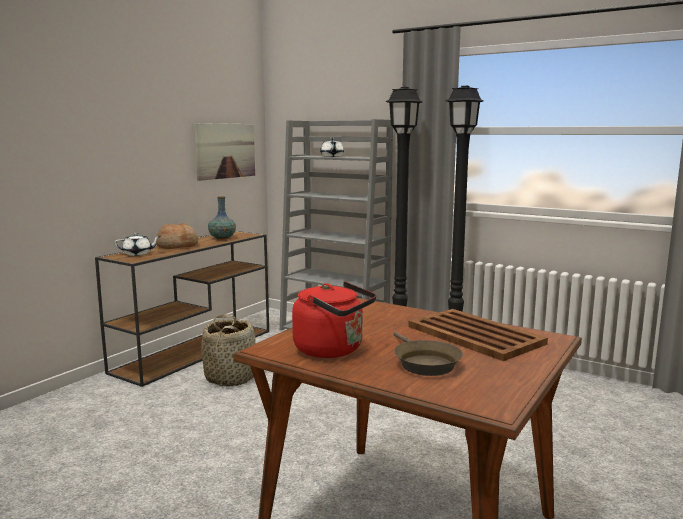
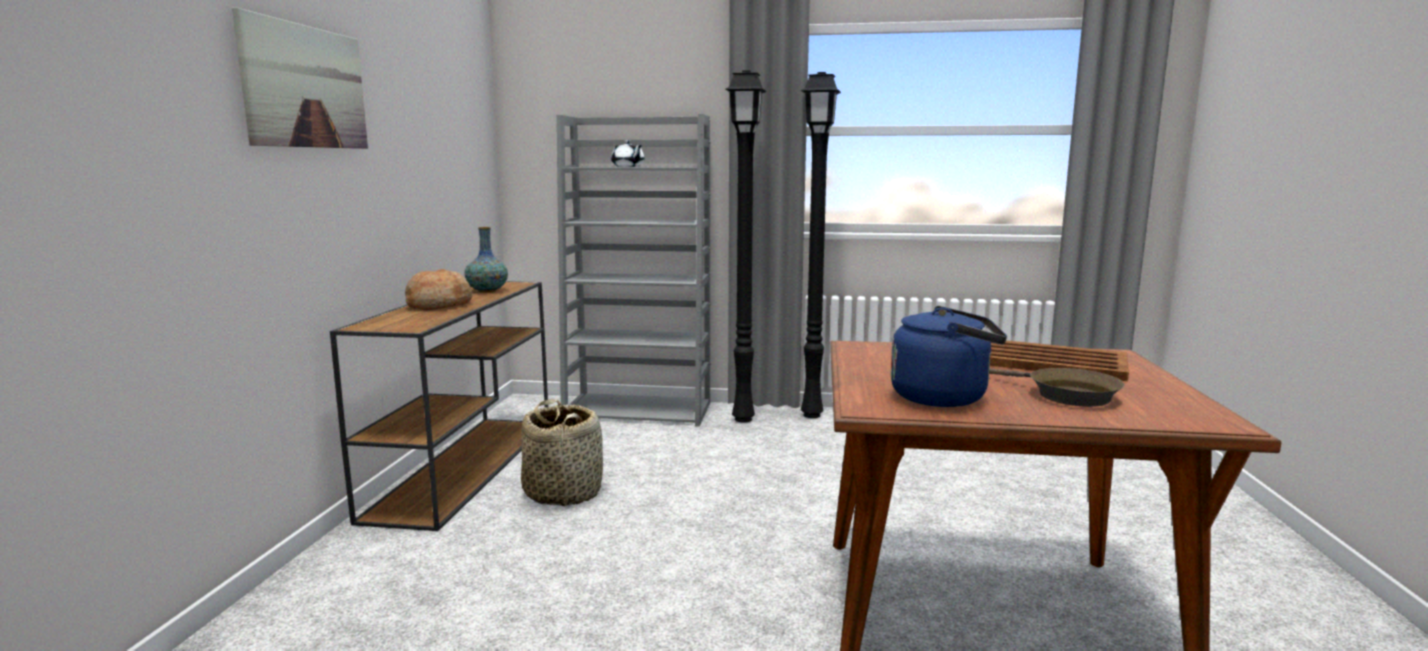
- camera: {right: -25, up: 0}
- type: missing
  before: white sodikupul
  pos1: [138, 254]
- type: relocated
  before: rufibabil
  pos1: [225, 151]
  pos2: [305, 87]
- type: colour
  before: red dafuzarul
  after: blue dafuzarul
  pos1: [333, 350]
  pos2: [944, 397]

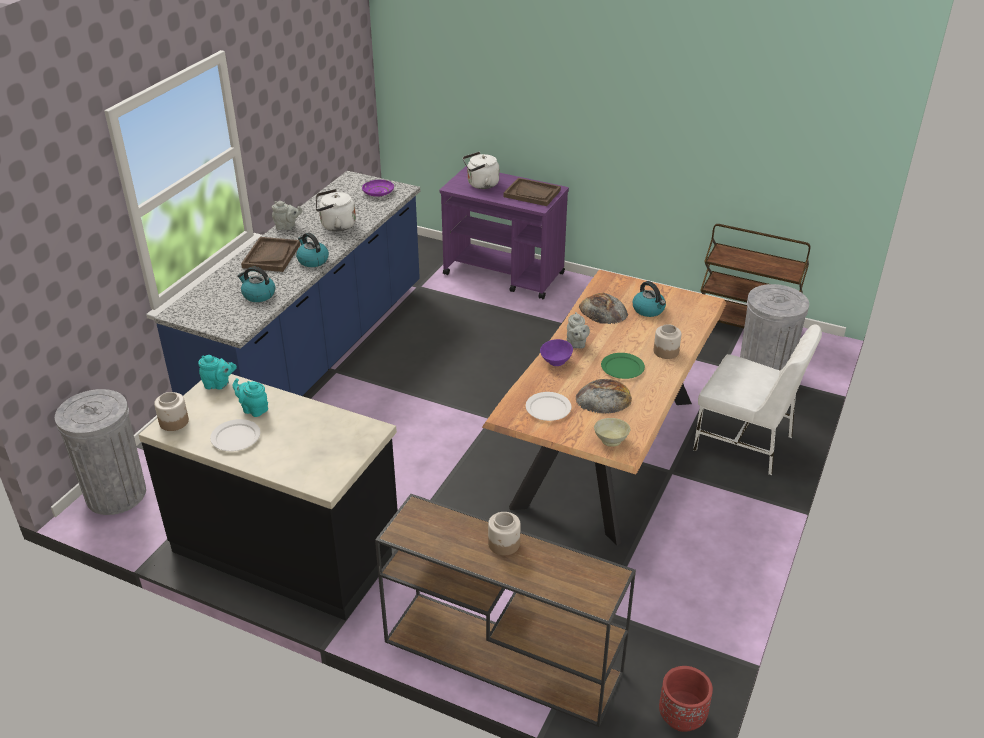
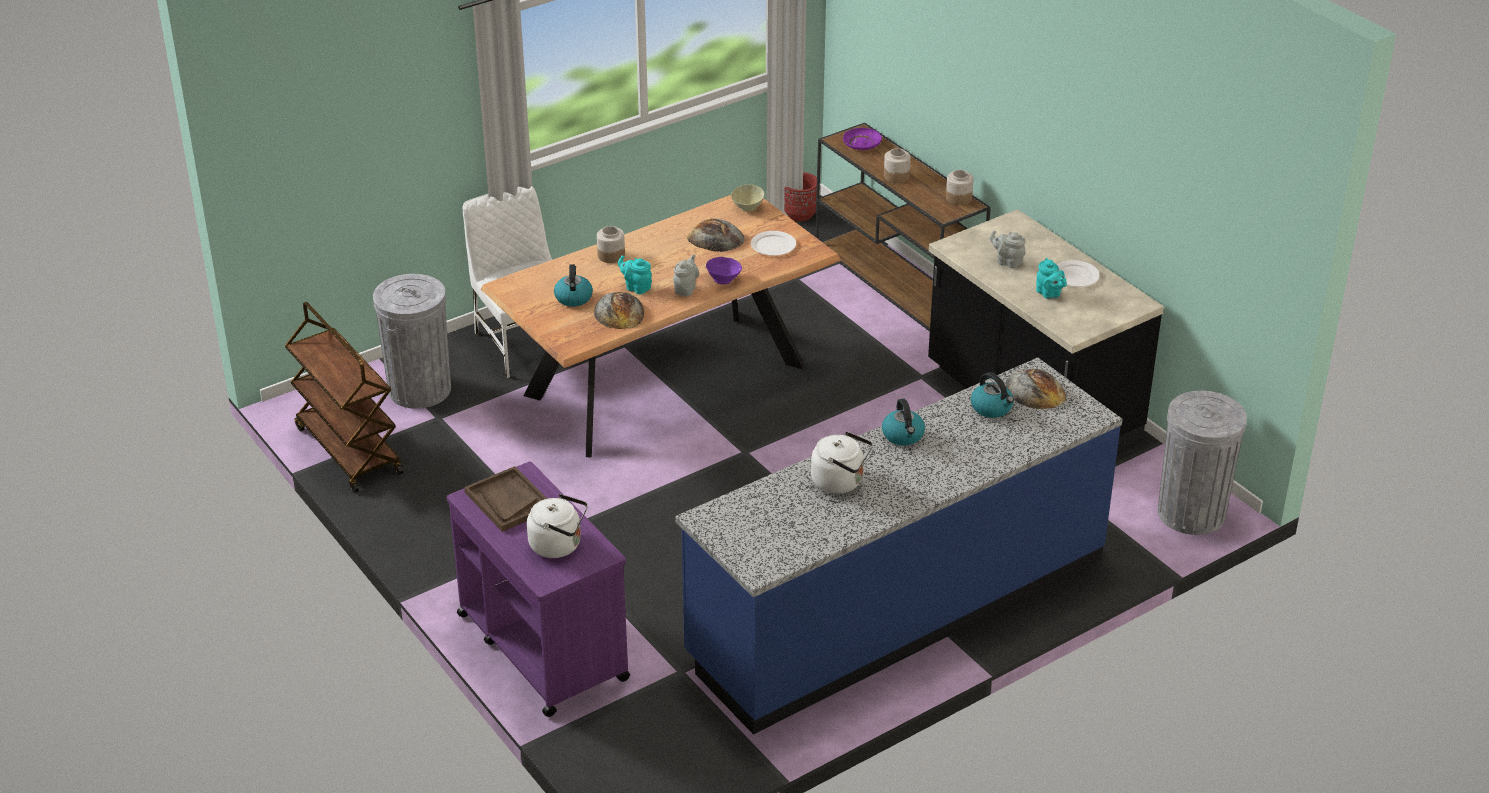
- camera: {right: -150, up: 0}
- type: relocated
  before: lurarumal
  pos1: [174, 422]
  pos2: [958, 198]
- type: relocated
  before: turquoise sodikupul
  pos1: [219, 385]
  pos2: [636, 287]
- type: missing
  before: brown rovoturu
  pos1: [271, 256]
- type: relocated
  before: grey sodikupul
  pos1: [287, 227]
  pos2: [1007, 262]
- type: relocated
  before: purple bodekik
  pos1: [378, 192]
  pos2: [862, 144]
- type: missing
  before: green bodekik
  pos1: [622, 367]
- type: appeared
  after: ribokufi
  pos2: [1035, 390]

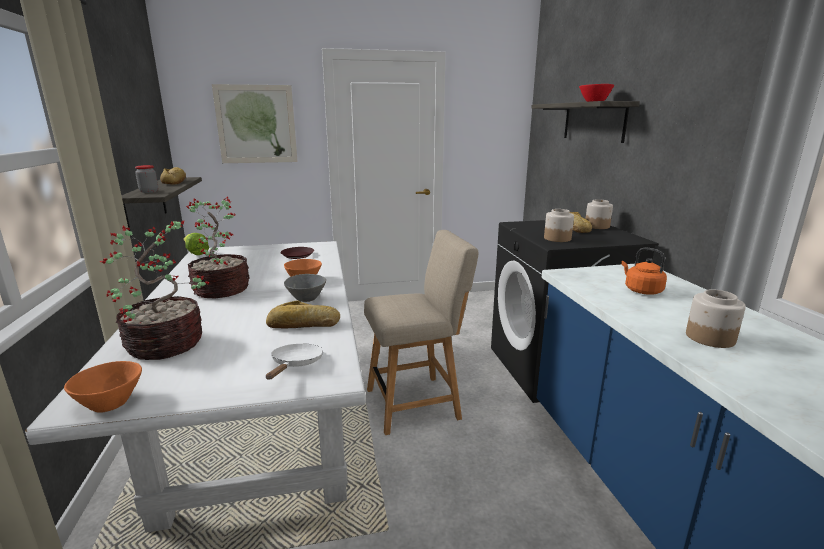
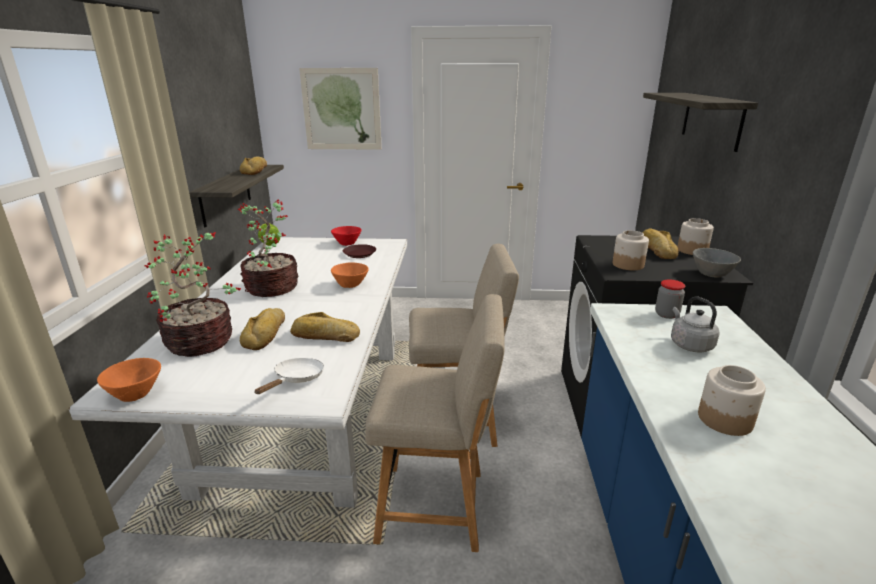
- camera: {right: 15, up: 5}
- type: relocated
  before: lurarumal
  pos1: [149, 191]
  pos2: [666, 314]
- type: relocated
  before: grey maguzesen
  pos1: [305, 299]
  pos2: [711, 274]
- type: relocated
  before: red maguzesen
  pos1: [595, 101]
  pos2: [348, 243]
- type: colour
  before: orange dafuzarul
  after: grey dafuzarul
  pos1: [641, 290]
  pos2: [689, 344]
- type: appeared
  after: ribokufi
  pos2: [267, 333]
- type: appeared
  after: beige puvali
  pos2: [438, 506]

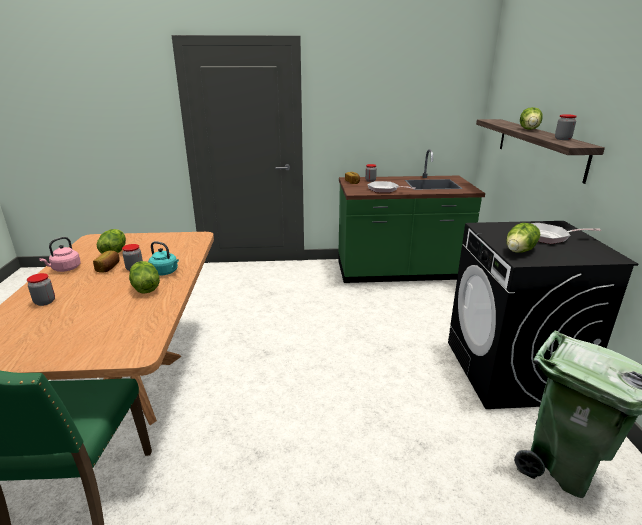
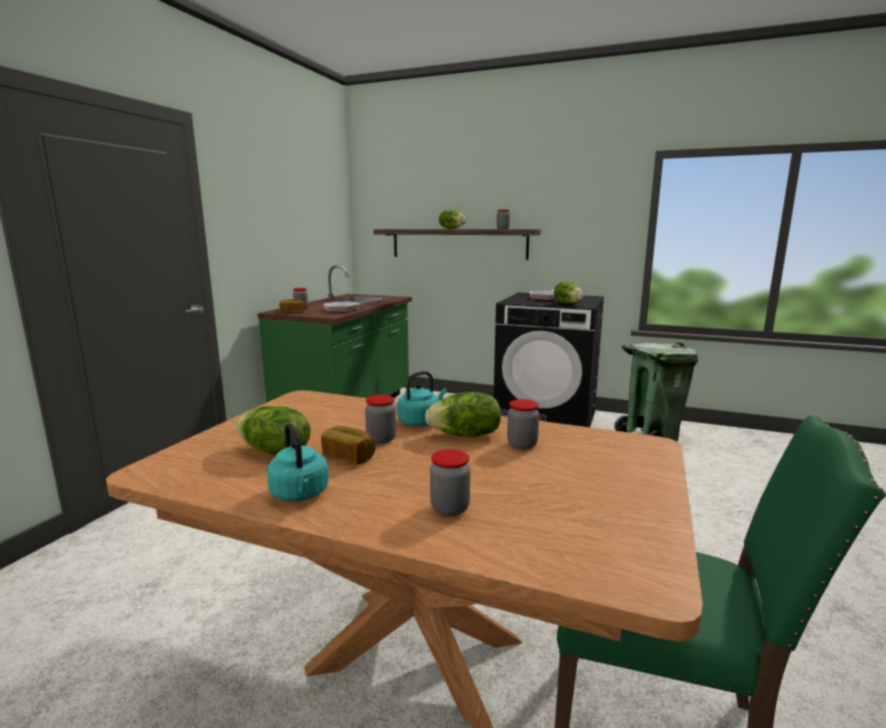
- camera: {right: -65, up: -10}
- type: colour
  before: pink dafuzarul
  after: turquoise dafuzarul
  pos1: [65, 269]
  pos2: [300, 494]
- type: appeared
  after: lurarumal
  pos2: [522, 445]

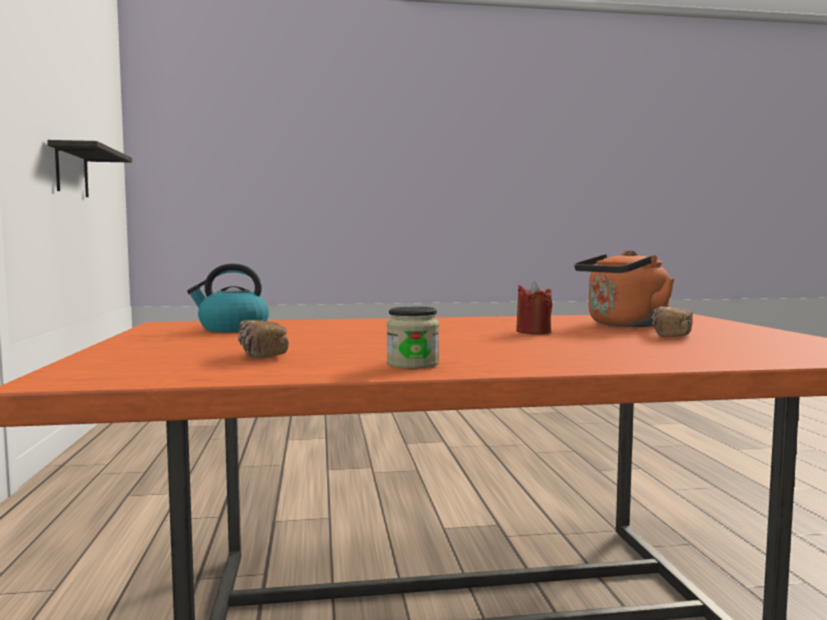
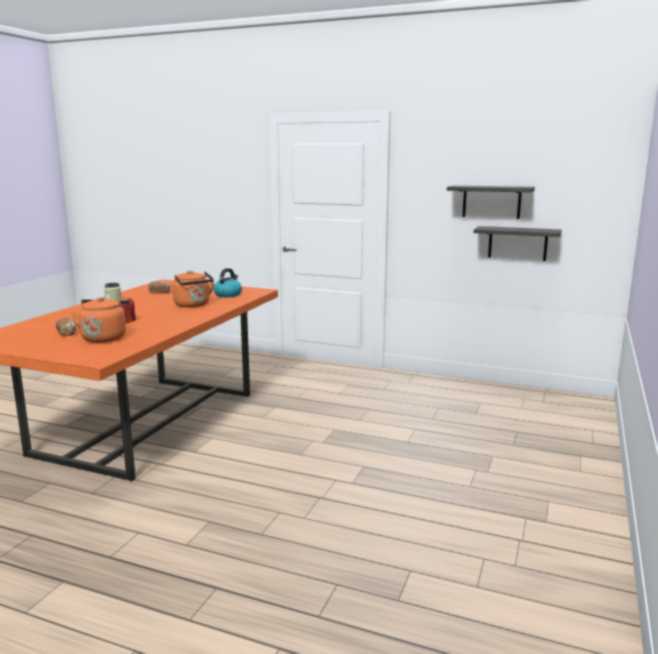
- camera: {right: 120, up: 10}
- type: appeared
  after: orange dafuzarul
  pos2: [193, 305]
- type: appeared
  after: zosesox
  pos2: [517, 243]

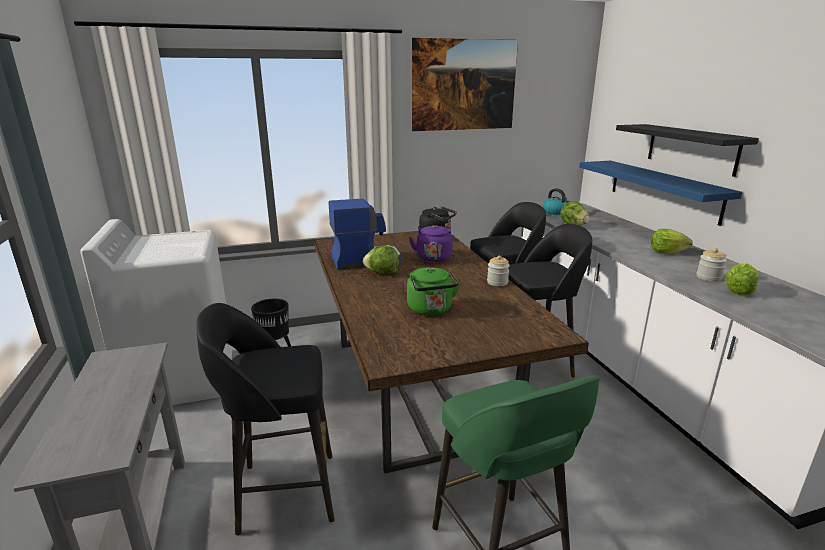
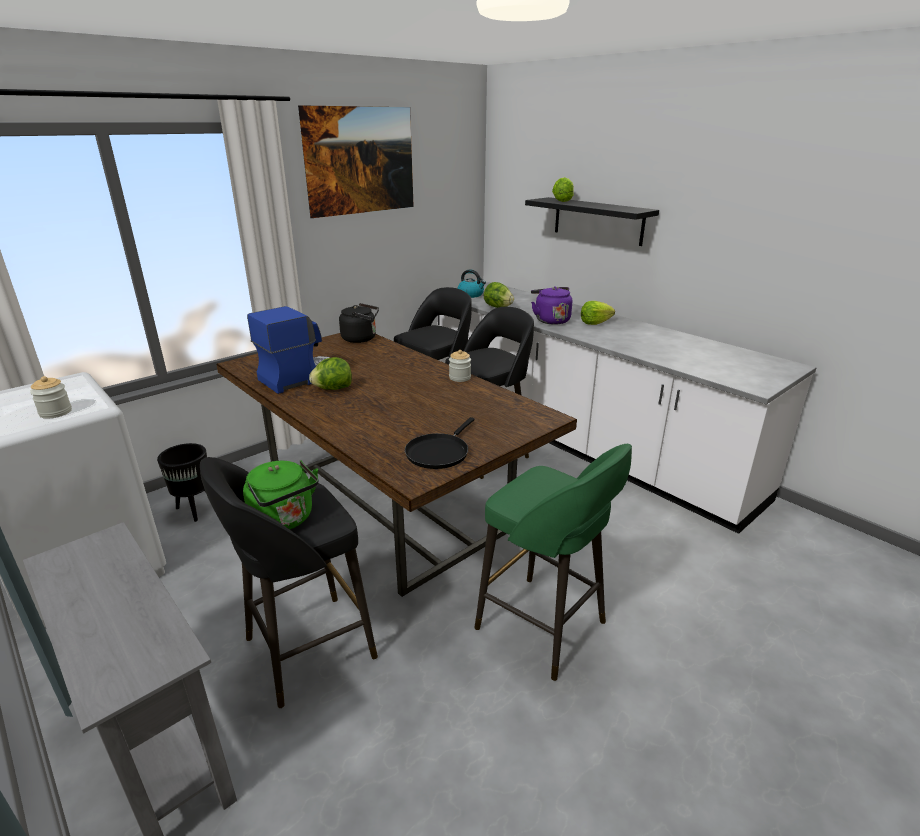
- camera: {right: -25, up: 5}
- type: relocated
  before: green dafuzarul
  pos1: [431, 310]
  pos2: [285, 520]
- type: relocated
  before: purple dafuzarul
  pos1: [433, 257]
  pos2: [550, 320]
- type: missing
  before: blue zosesox
  pos1: [663, 190]
- type: relocated
  before: lurarumal
  pos1: [708, 277]
  pos2: [55, 412]
- type: relocated
  before: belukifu
  pos1: [739, 290]
  pos2: [563, 201]
- type: appeared
  after: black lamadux
  pos2: [439, 452]

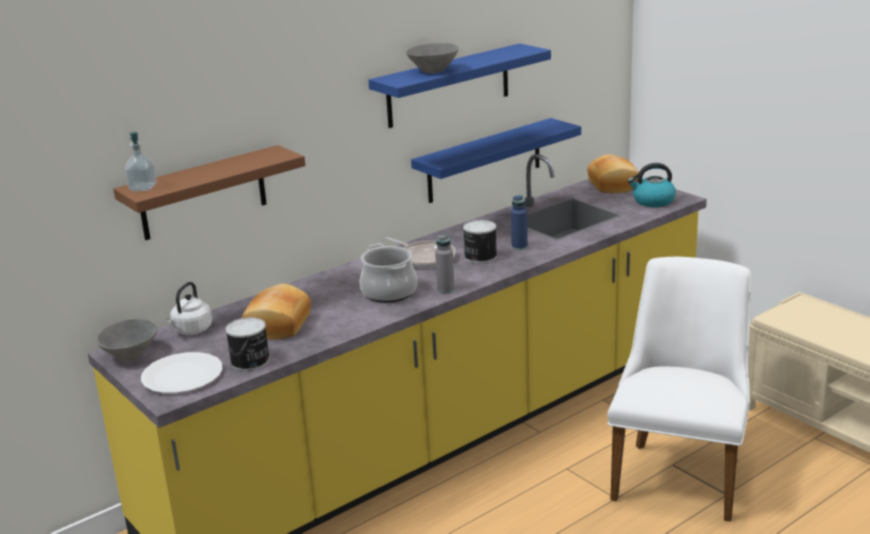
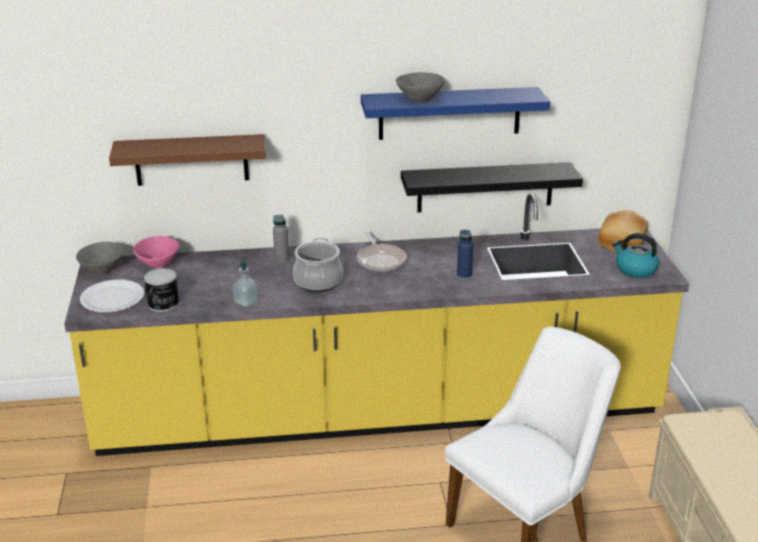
- camera: {right: 30, up: 5}
- type: relocated
  before: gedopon
  pos1: [143, 188]
  pos2: [246, 302]
- type: exchanged
  before: white dafuzarul
  after: pink maguzesen
  pos1: [191, 330]
  pos2: [158, 264]
- type: missing
  before: ribokufi
  pos1: [276, 325]
- type: colour
  before: blue zosesox
  after: black zosesox
  pos1: [484, 161]
  pos2: [485, 187]
- type: relocated
  before: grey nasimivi
  pos1: [445, 289]
  pos2: [281, 259]
- type: missing
  before: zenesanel
  pos1: [479, 256]

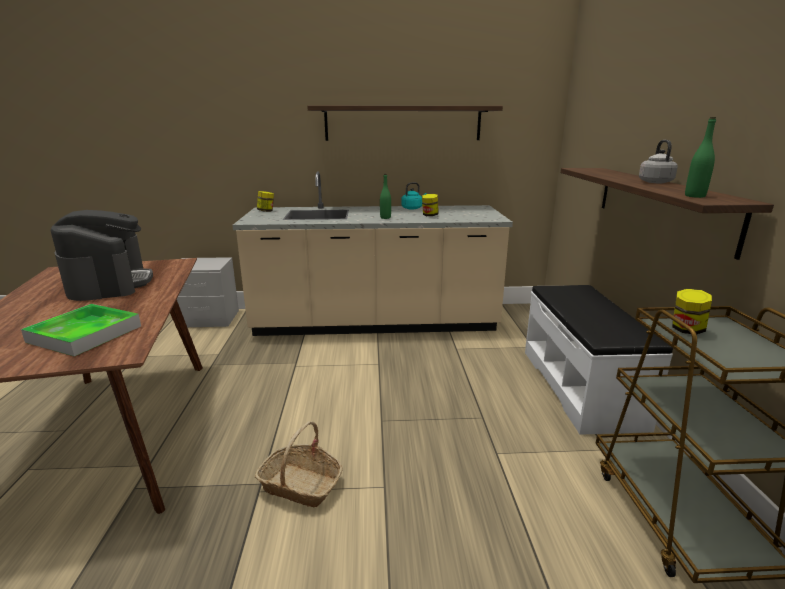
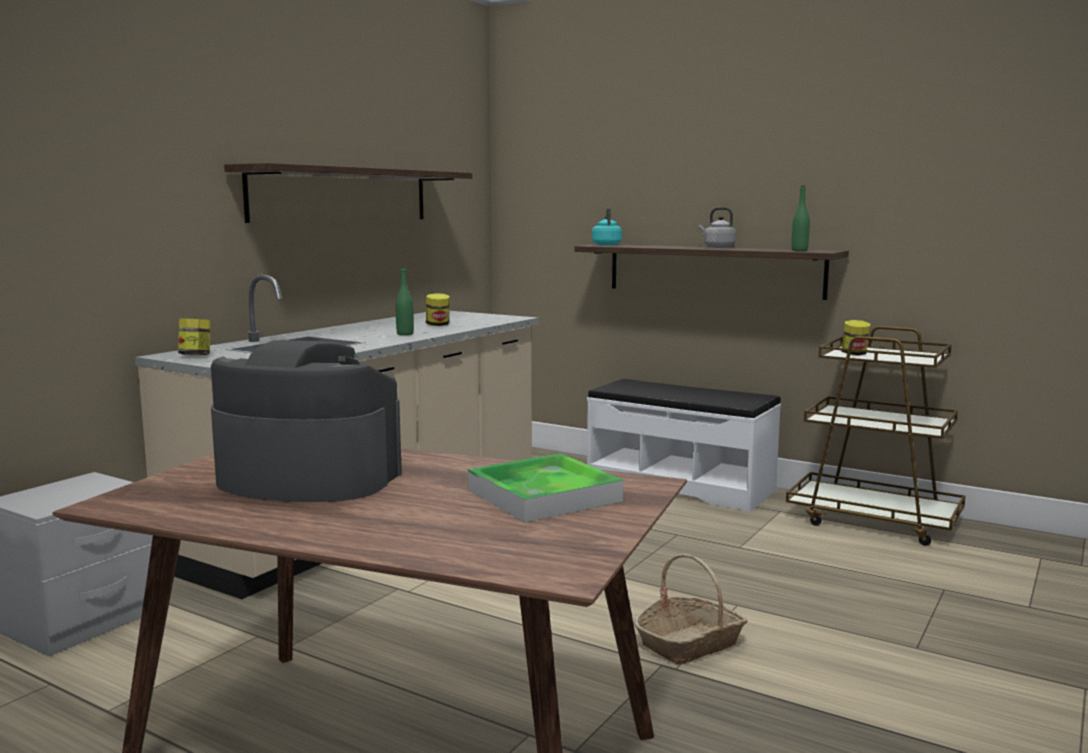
- camera: {right: -55, up: -10}
- type: relocated
  before: turquoise dafuzarul
  pos1: [412, 208]
  pos2: [606, 245]

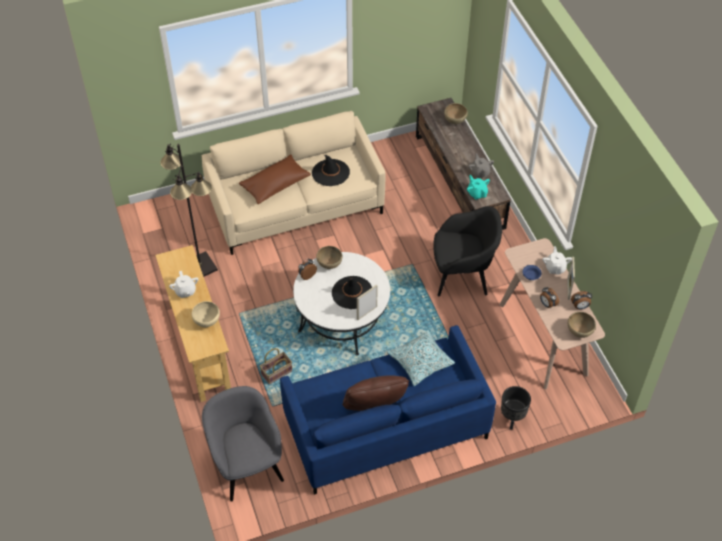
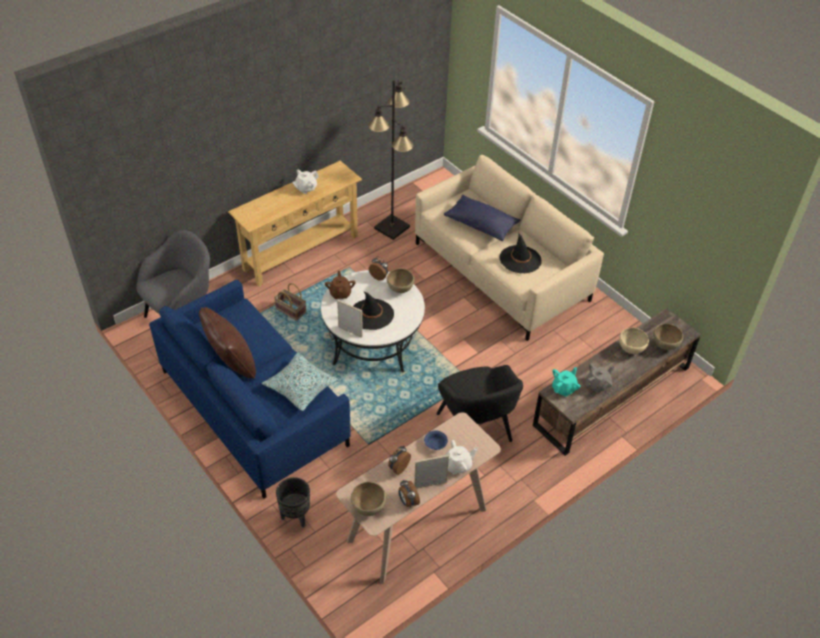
- camera: {right: 70, up: -5}
- type: relocated
  before: beige maguzesen
  pos1: [207, 321]
  pos2: [631, 349]
- type: colour
  before: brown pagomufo
  after: blue pagomufo
  pos1: [275, 185]
  pos2: [481, 225]
- type: appeared
  after: brown sodikupul
  pos2: [340, 293]

